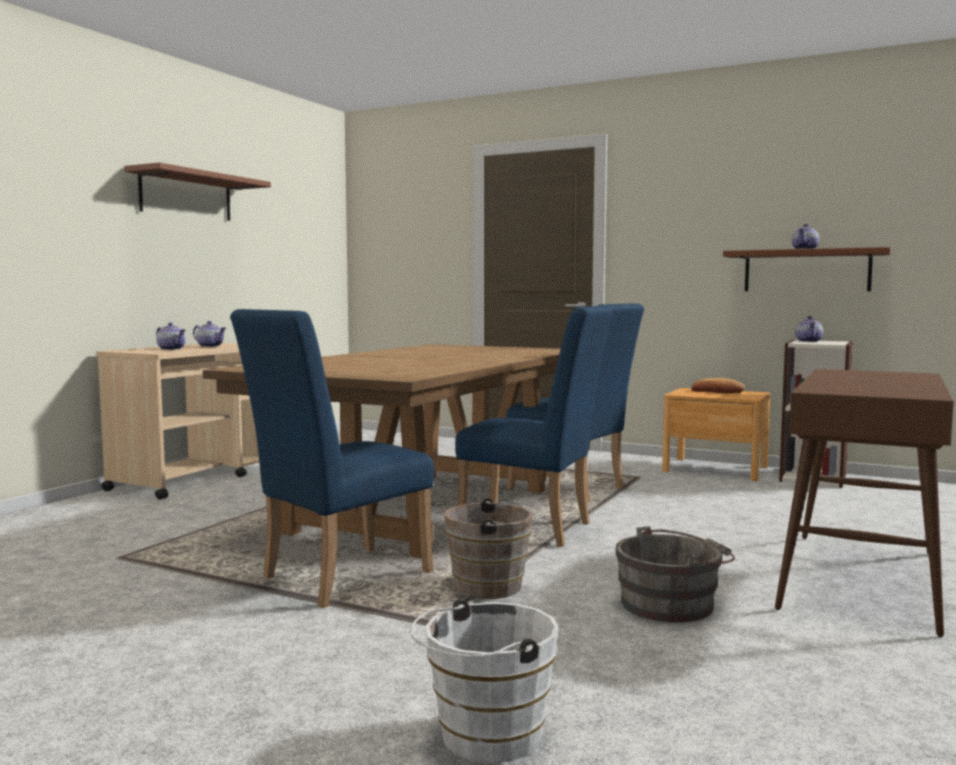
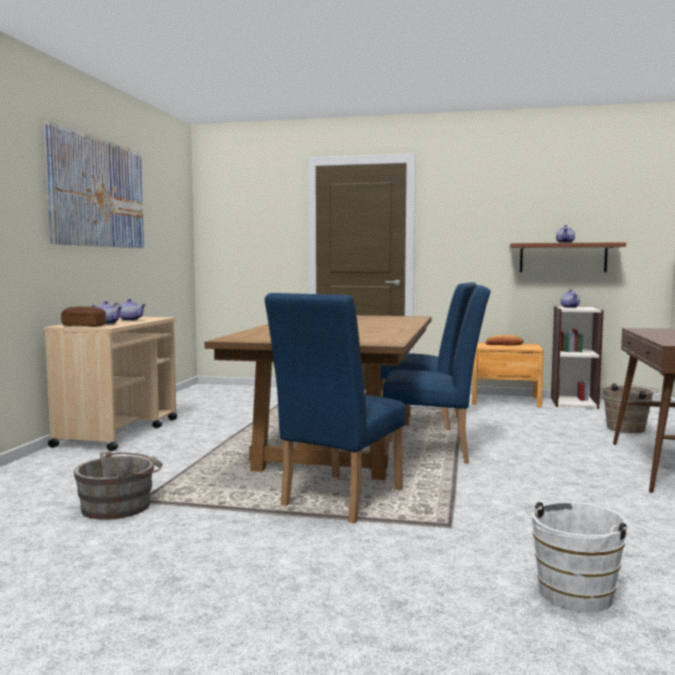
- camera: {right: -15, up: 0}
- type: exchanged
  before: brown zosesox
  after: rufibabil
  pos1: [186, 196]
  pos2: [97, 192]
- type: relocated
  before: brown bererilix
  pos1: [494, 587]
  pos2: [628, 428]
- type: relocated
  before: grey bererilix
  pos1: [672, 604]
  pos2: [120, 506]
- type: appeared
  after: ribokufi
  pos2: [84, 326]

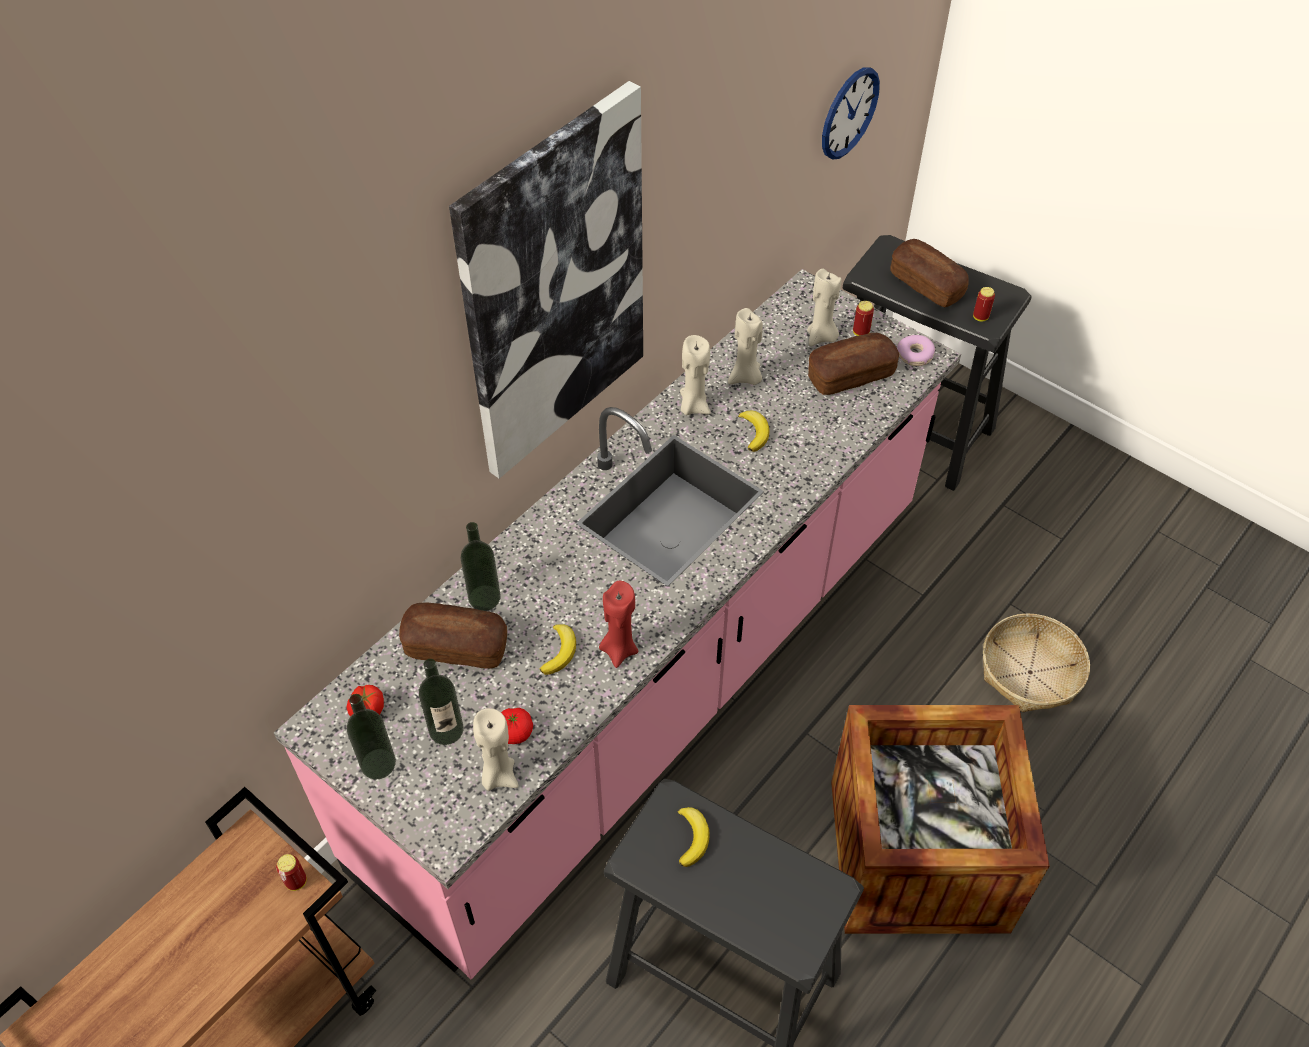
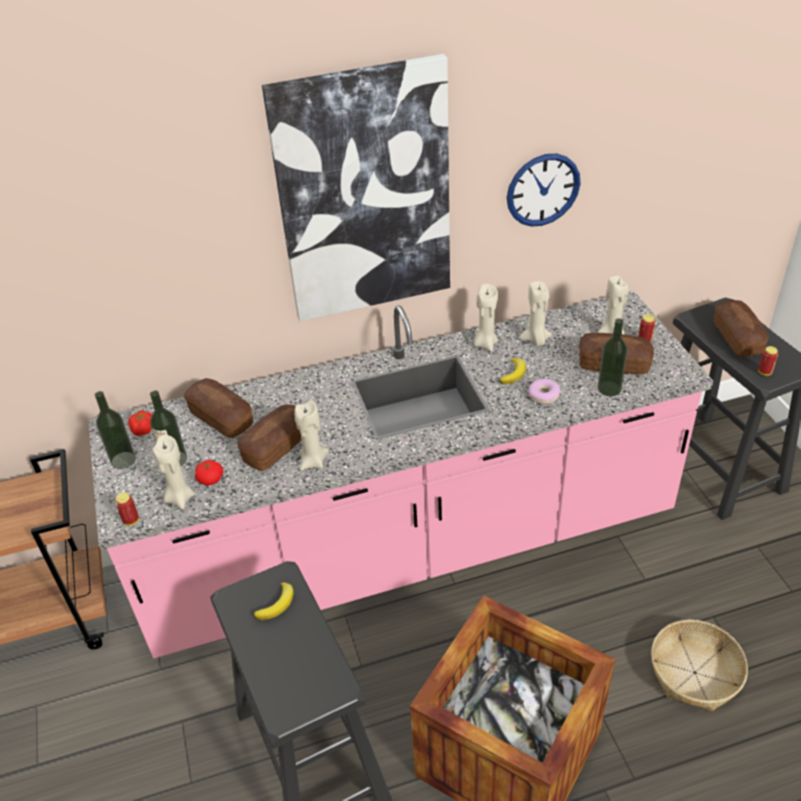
- camera: {right: 35, up: -10}
- type: relocated
  before: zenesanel
  pos1: [296, 881]
  pos2: [131, 520]
- type: relocated
  before: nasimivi
  pos1: [484, 598]
  pos2: [609, 388]
- type: exchanged
  before: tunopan
  after: ribokufi
  pos1: [559, 651]
  pos2: [277, 447]
- type: colour
  before: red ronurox
  after: beige ronurox
  pos1: [619, 649]
  pos2: [313, 461]
- type: relocated
  before: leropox
  pos1: [849, 113]
  pos2: [543, 190]
- type: relocated
  before: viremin
  pos1: [915, 355]
  pos2: [543, 395]

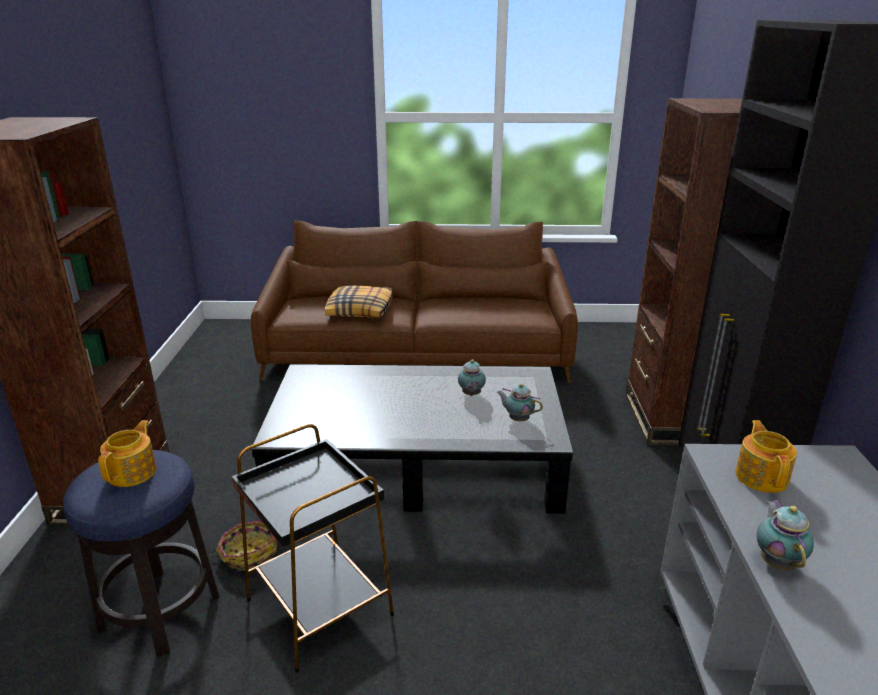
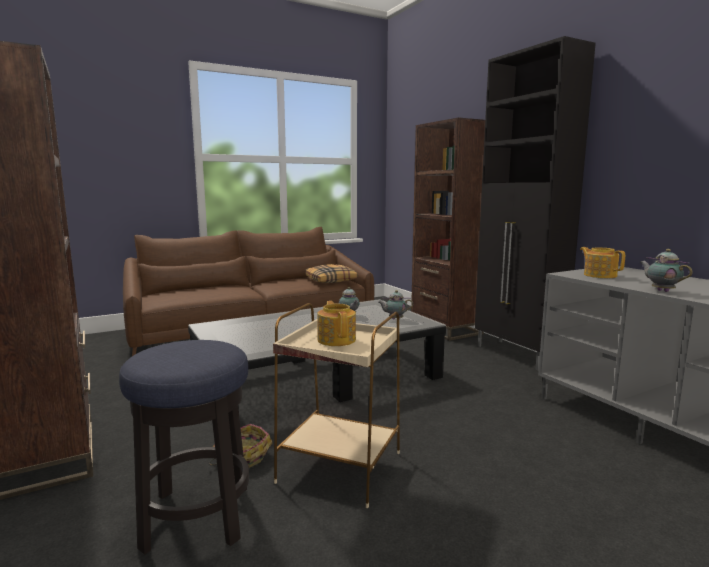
- camera: {right: -30, up: -15}
- type: relocated
  before: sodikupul
  pos1: [133, 472]
  pos2: [337, 340]
- type: colour
  before: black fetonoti
  after: beige fetonoti
  pos1: [319, 606]
  pos2: [339, 466]
- type: relocated
  before: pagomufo
  pos1: [360, 310]
  pos2: [331, 280]

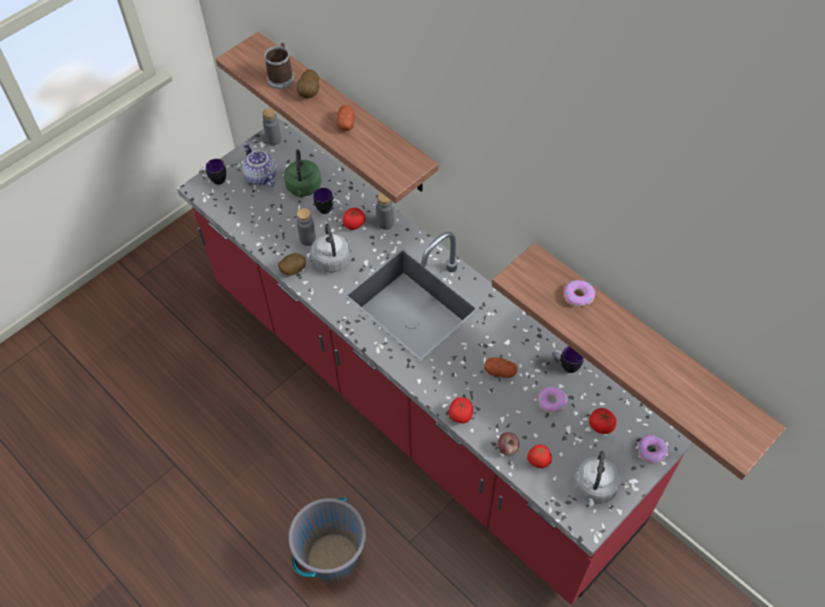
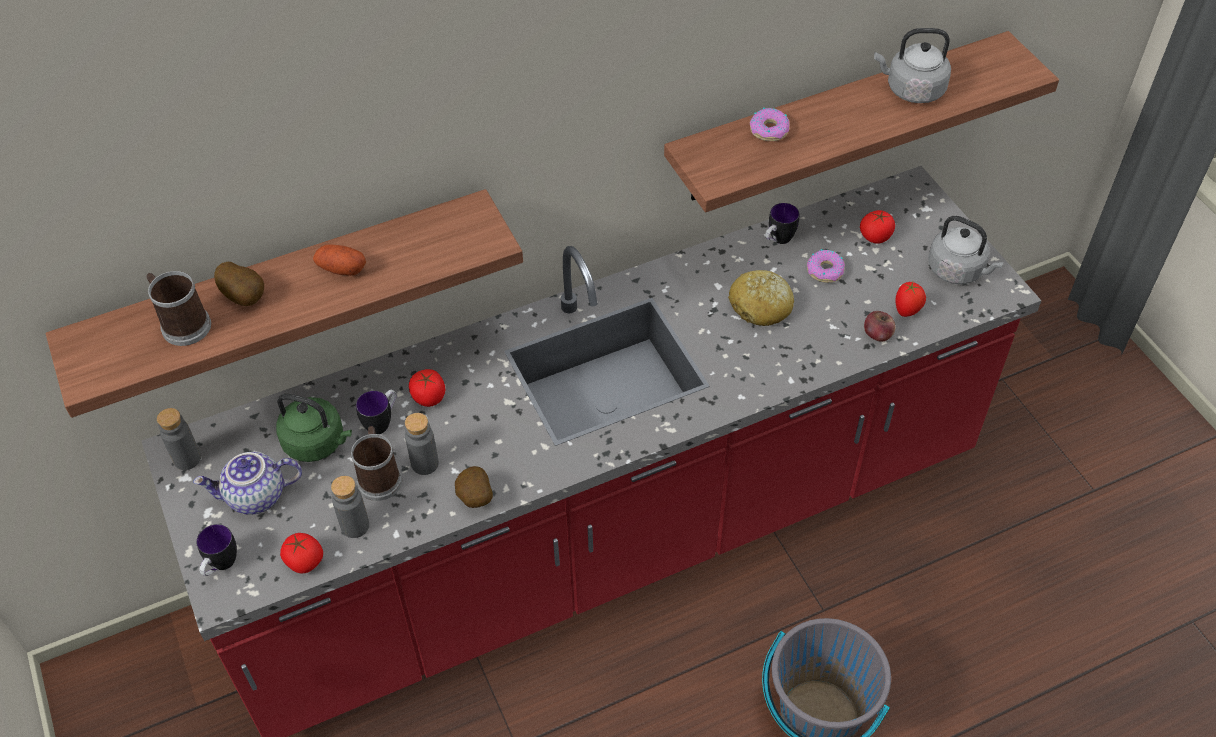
- camera: {right: -70, up: -5}
- type: relocated
  before: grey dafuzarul
  pos1: [331, 258]
  pos2: [911, 90]
- type: relocated
  before: grey nasimivi
  pos1: [386, 223]
  pos2: [355, 526]
- type: relocated
  before: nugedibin
  pos1: [460, 415]
  pos2: [304, 561]
- type: exchanged
  before: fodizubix
  after: ribokufi
  pos1: [500, 371]
  pos2: [761, 306]
- type: missing
  before: viremin
  pos1: [651, 451]
- type: appeared
  after: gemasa
  pos2: [379, 477]

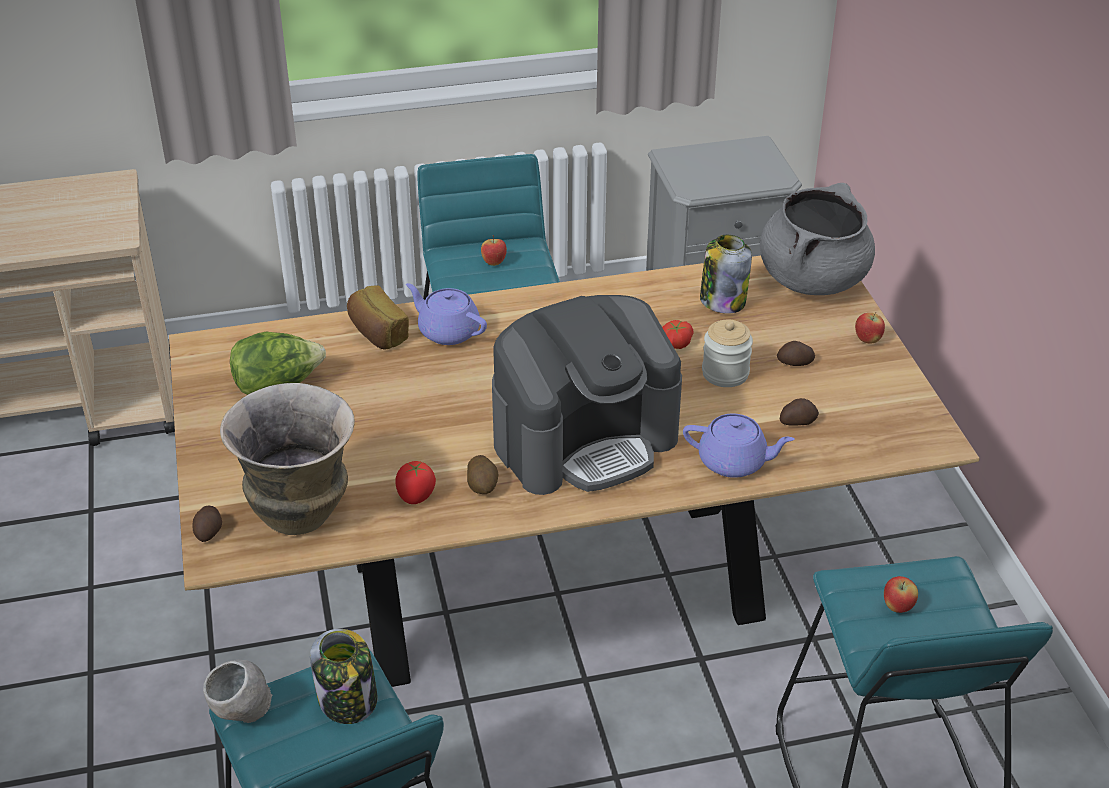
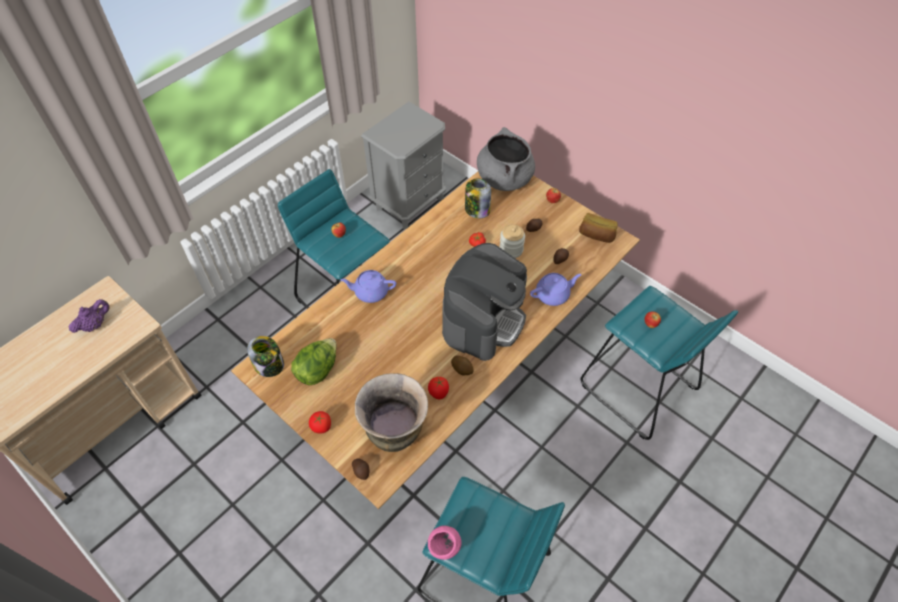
- camera: {right: -35, up: 15}
- type: colour
  before: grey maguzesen
  after: pink maguzesen
  pos1: [242, 714]
  pos2: [445, 548]
- type: relocated
  before: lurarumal
  pos1: [348, 700]
  pos2: [270, 365]
- type: relocated
  before: ribokufi
  pos1: [377, 333]
  pos2: [596, 235]
- type: appeared
  after: purple sodikupul
  pos2: [95, 325]
- type: appeared
  after: nugedibin
  pos2: [321, 427]

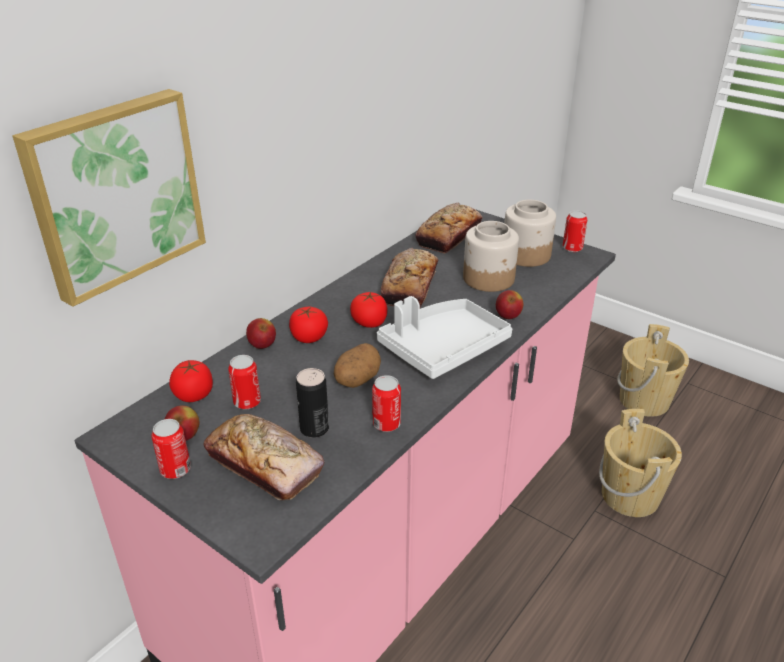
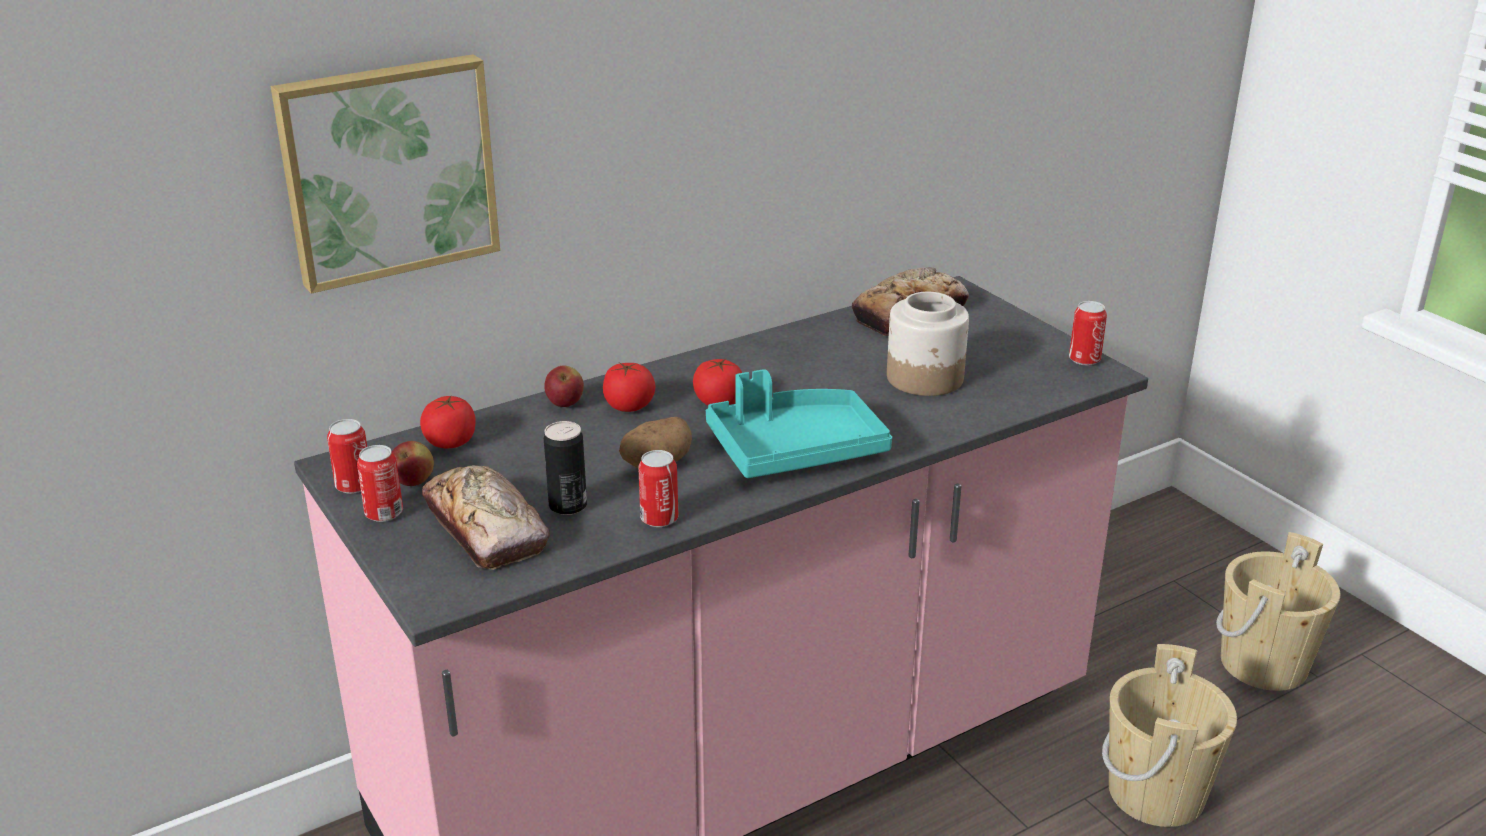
- camera: {right: 20, up: -5}
- type: relocated
  before: zenesanel
  pos1: [247, 402]
  pos2: [354, 485]
- type: colour
  before: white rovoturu
  after: turquoise rovoturu
  pos1: [443, 348]
  pos2: [795, 450]
- type: missing
  before: ribokufi
  pos1: [409, 286]
- type: missing
  before: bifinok
  pos1: [508, 316]
- type: missing
  before: lurarumal
  pos1: [526, 255]

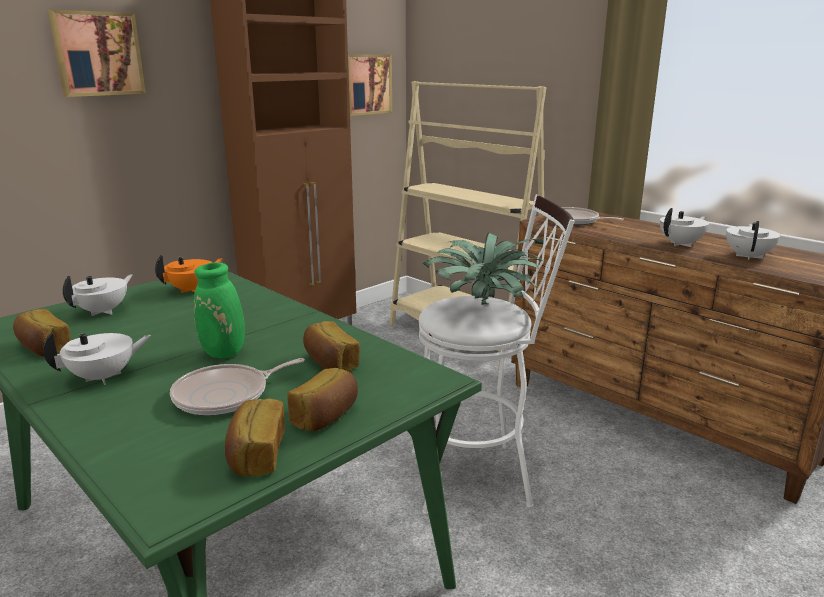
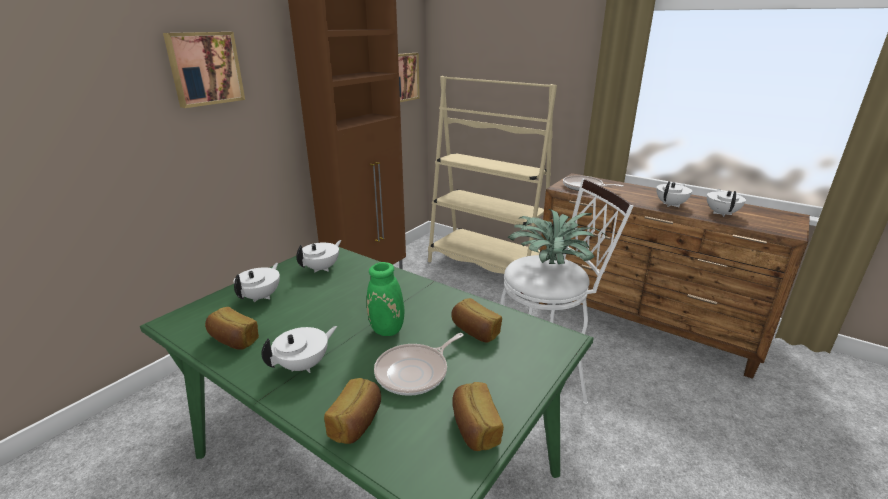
- camera: {right: -10, up: 5}
- type: colour
  before: orange sodikupul
  after: white sodikupul
  pos1: [192, 290]
  pos2: [322, 268]
- type: relocated
  before: ribokufi
  pos1: [326, 416]
  pos2: [357, 423]

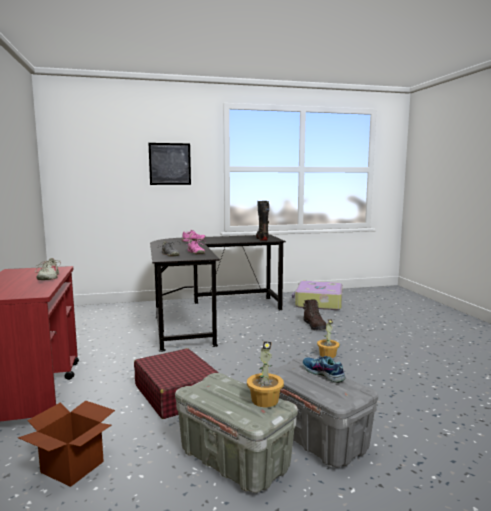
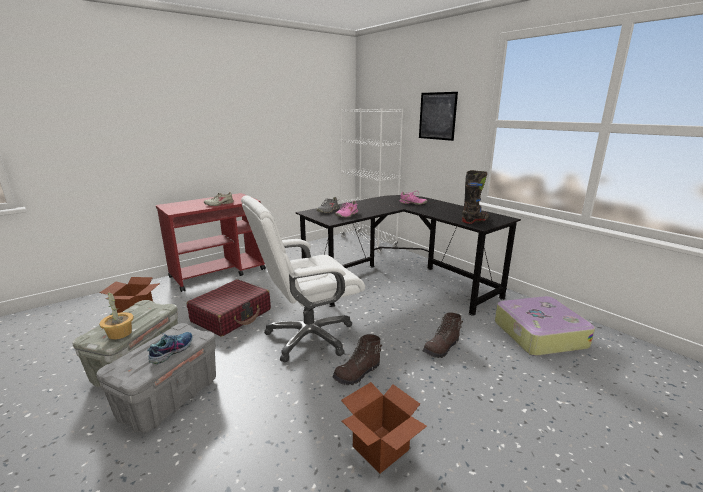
- camera: {right: 65, up: 10}
- type: exchanged
  before: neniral
  after: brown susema
  pos1: [327, 355]
  pos2: [357, 374]
- type: appeared
  after: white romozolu
  pos2: [308, 337]
- type: appeared
  after: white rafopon
  pos2: [368, 242]
- type: appeared
  after: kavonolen
  pos2: [380, 448]

